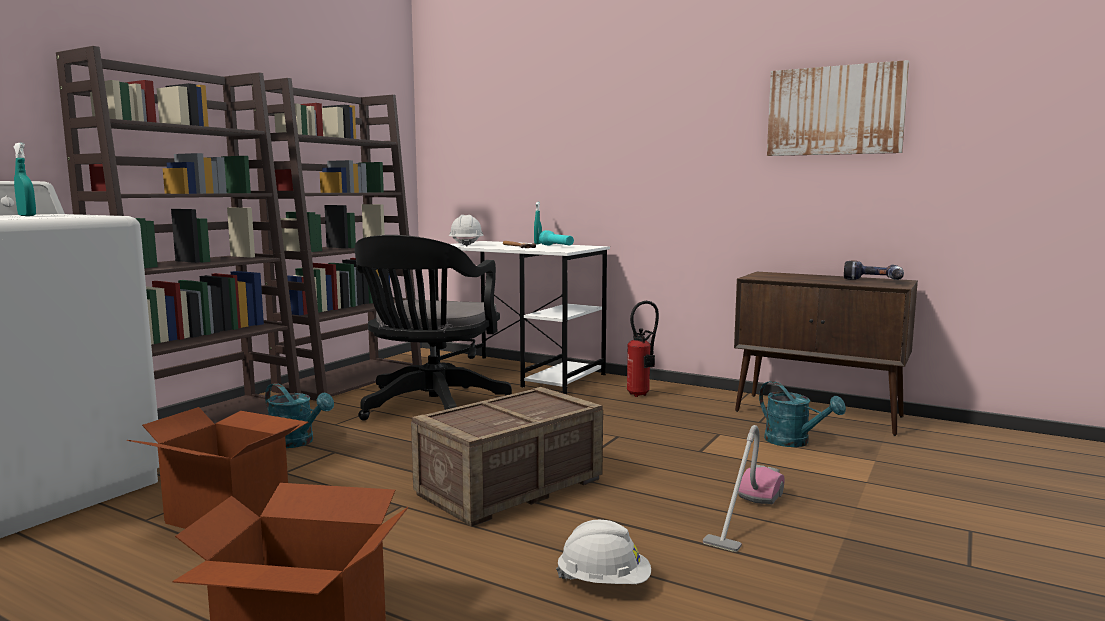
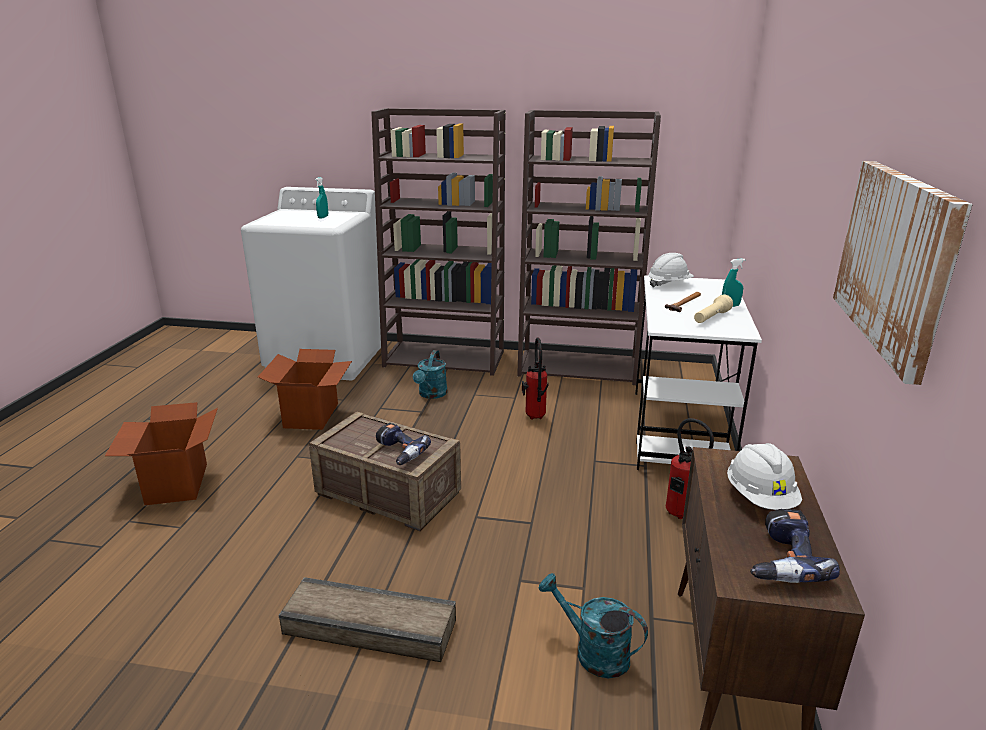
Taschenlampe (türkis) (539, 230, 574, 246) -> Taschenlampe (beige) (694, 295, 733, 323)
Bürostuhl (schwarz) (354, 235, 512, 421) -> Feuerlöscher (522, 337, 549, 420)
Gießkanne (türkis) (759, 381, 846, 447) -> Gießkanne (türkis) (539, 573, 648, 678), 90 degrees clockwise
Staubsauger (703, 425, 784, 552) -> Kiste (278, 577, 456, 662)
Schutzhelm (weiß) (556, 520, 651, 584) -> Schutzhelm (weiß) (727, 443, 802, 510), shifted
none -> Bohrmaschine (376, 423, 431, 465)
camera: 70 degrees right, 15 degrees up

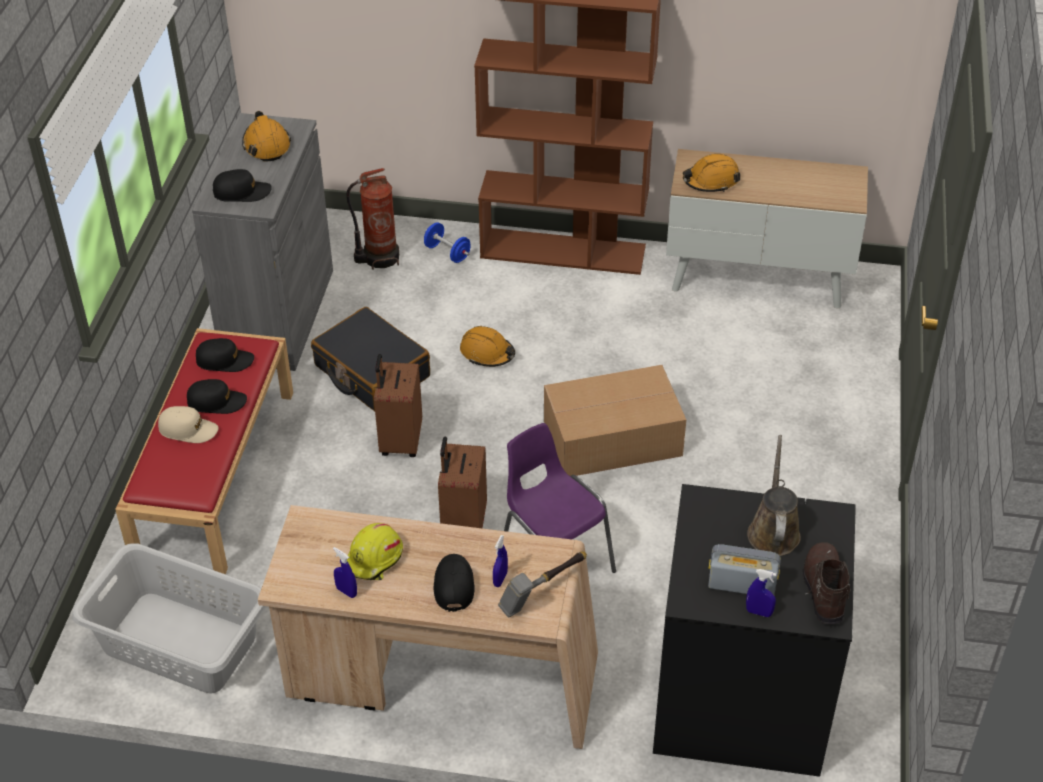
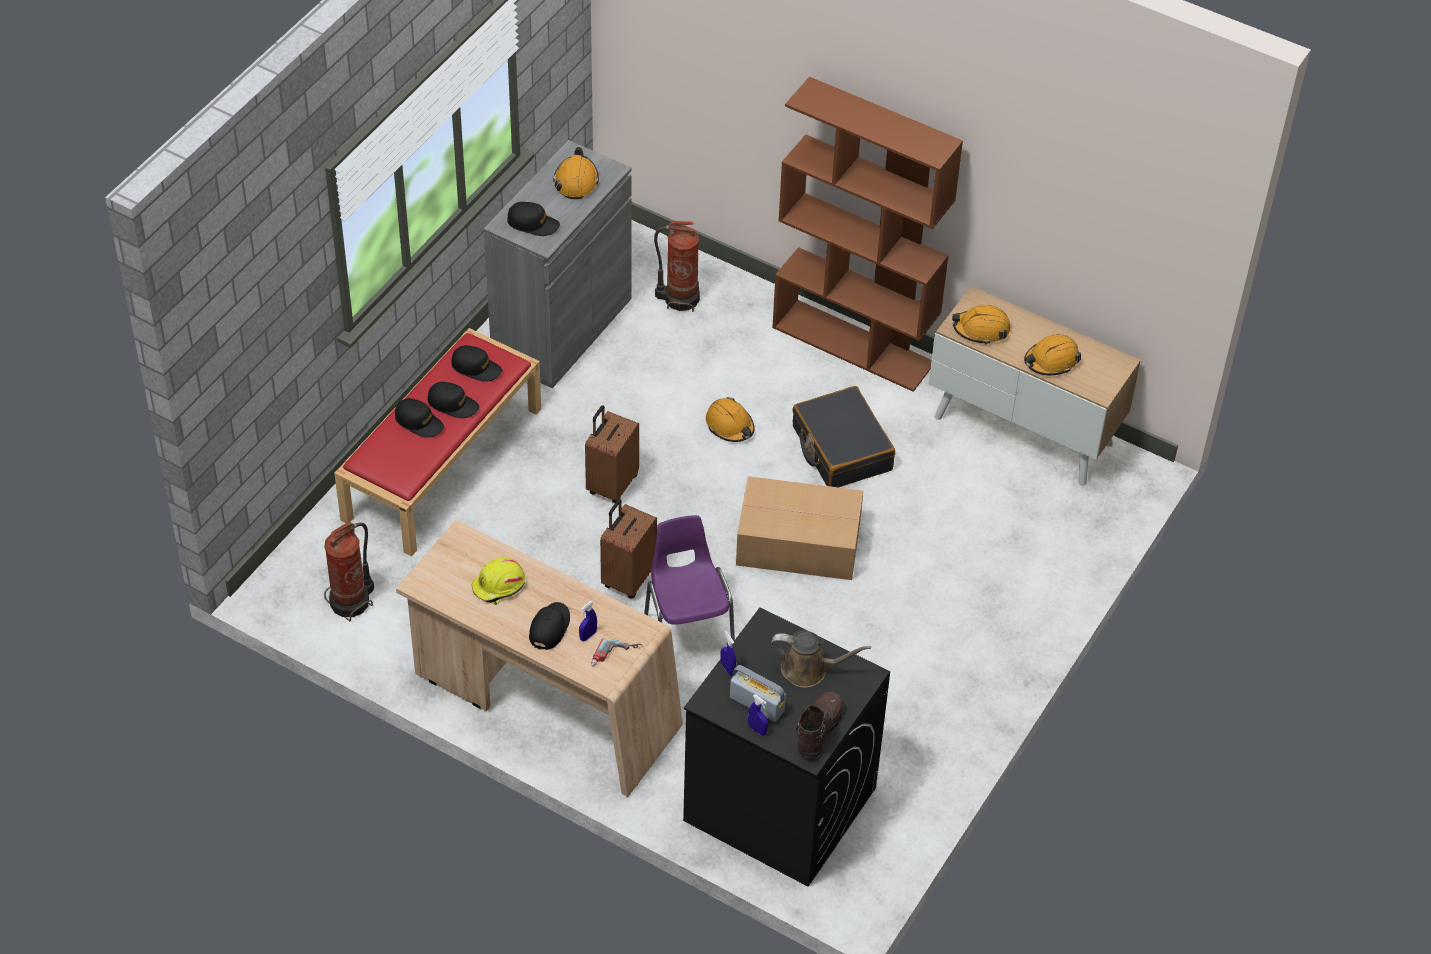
Hantel (blau) (424, 222, 470, 263) -> none
Koffer (schwarz) (311, 307, 430, 411) -> Koffer (schwarz) (792, 386, 895, 487), shifted
Kappe (beige) (158, 406, 219, 443) -> Kappe (schwarz) (395, 398, 444, 438)
Gießkanne (braun) (747, 435, 801, 556) -> Gießkanne (braun) (771, 631, 871, 688), 75 degrees clockwise
Wäschekorb (grau) (72, 544, 267, 694) -> Feuerlöscher (324, 522, 374, 621)
Sprühflasche (blau) (333, 547, 357, 598) -> Sprühflasche (blau) (720, 630, 736, 676), shifted
Hammer (498, 551, 587, 618) -> Bohrmaschine (591, 638, 642, 666)
none -> Schutzhelm (orange) (1024, 334, 1081, 376)
camera: 20 degrees right, 5 degrees up

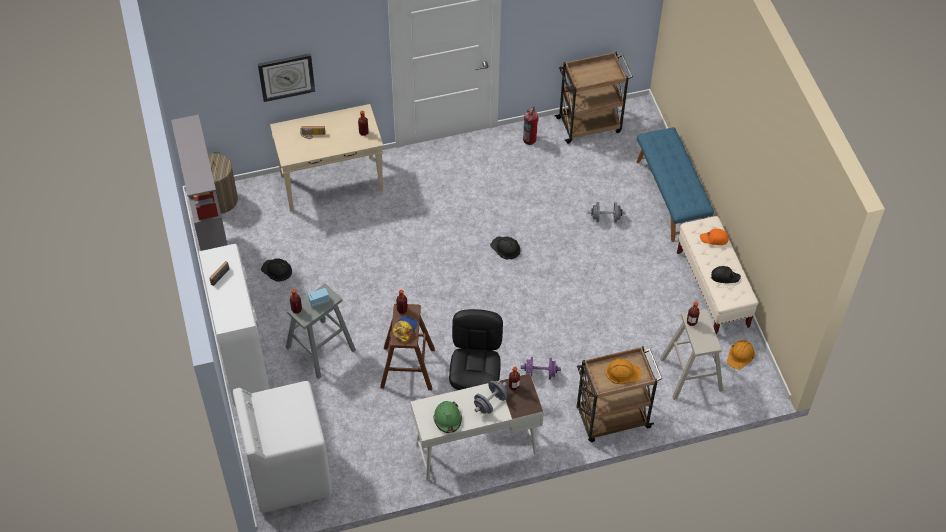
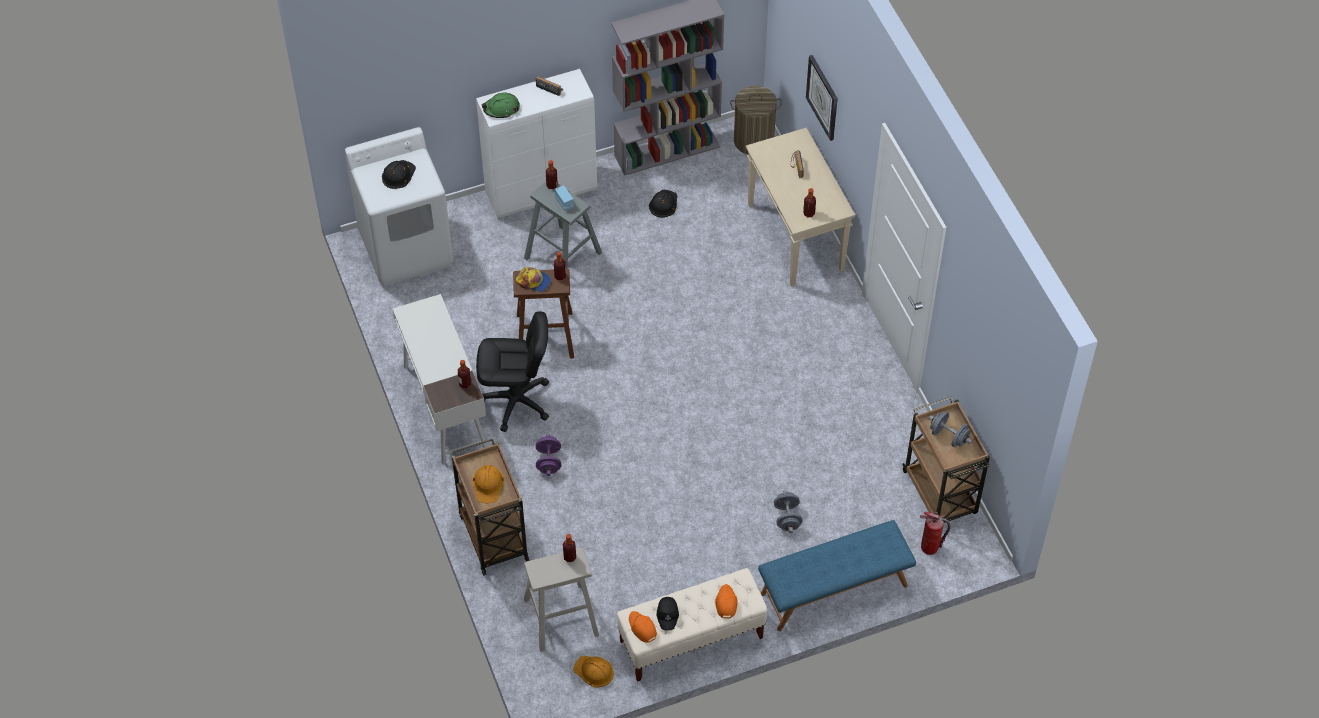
Feuerlöscher (523, 106, 539, 145) -> Feuerlöscher (920, 512, 951, 555), shifted
Schutzhelm (schwarz) (490, 237, 520, 259) -> Schutzhelm (schwarz) (382, 160, 416, 189), shifted
Hantel (grau) (474, 381, 507, 414) -> Hantel (grau) (929, 411, 972, 448), shifted
Schutzhelm (grün) (433, 401, 462, 433) -> Schutzhelm (grün) (481, 92, 520, 118), shifted
none -> Kappe (orange) (629, 611, 657, 643)
camera: 85 degrees right, 0 degrees up

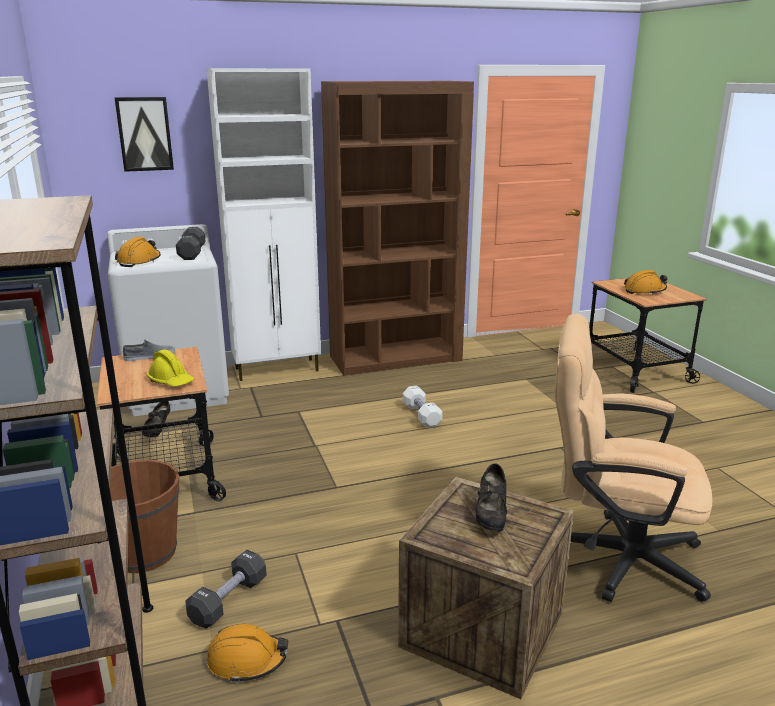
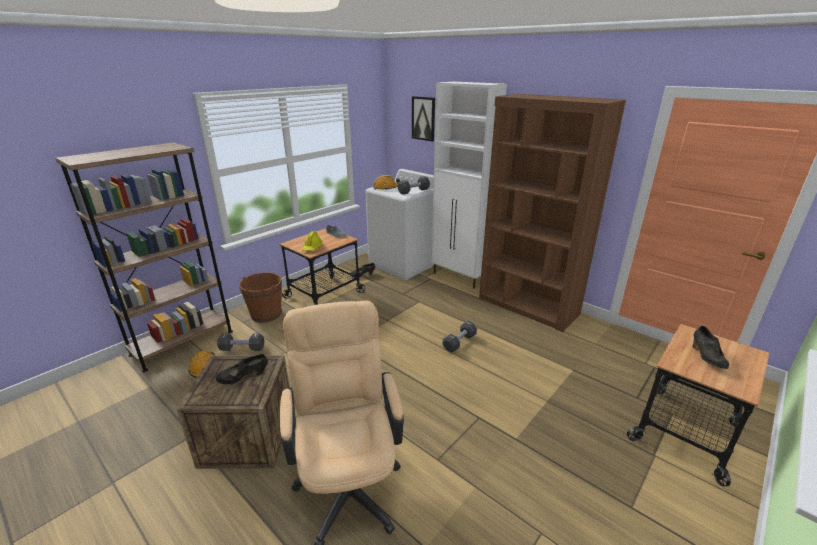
Schutzhelm (orange) (624, 270, 668, 295) -> Schuh (schwarz) (692, 326, 729, 369)
Hantel (weiß) (403, 385, 443, 428) -> Hantel (schwarz) (443, 321, 477, 353)
camera: 60 degrees right, 5 degrees up

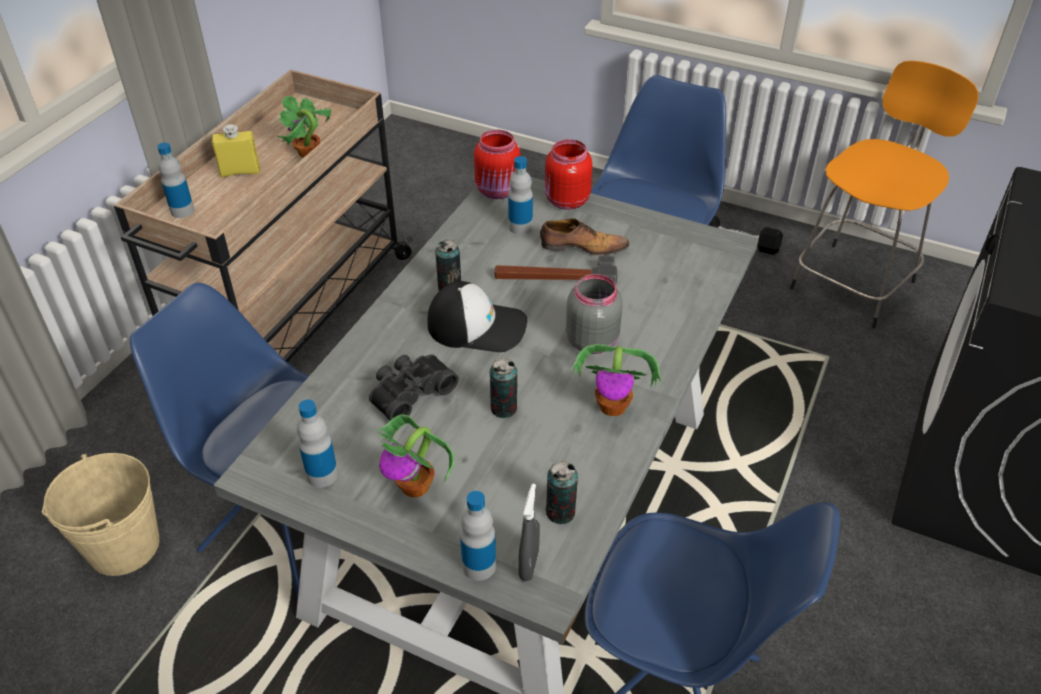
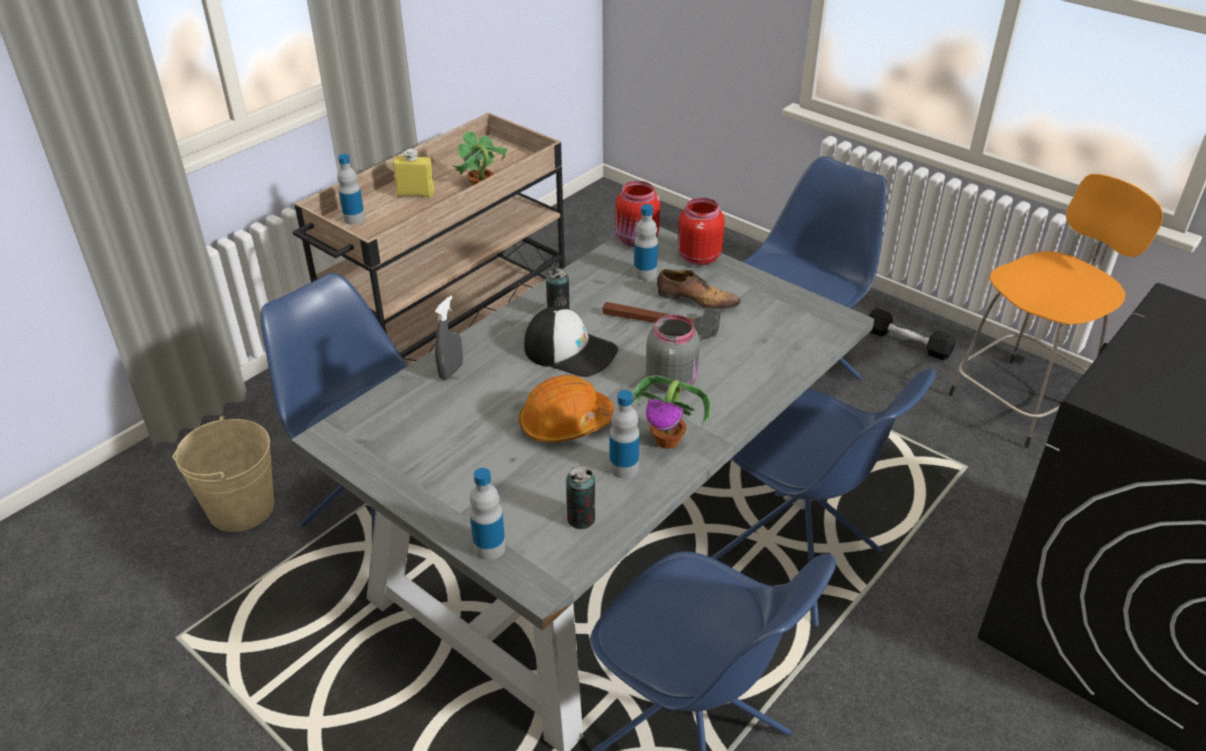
Fernglas (schwarz) (369, 354, 459, 421) -> none
Dose (489, 358, 517, 418) -> Schutzhelm (orange) (519, 375, 615, 443)
Flasche (297, 400, 338, 488) -> Flasche (610, 390, 640, 478), shifted
Topfpflanze (375, 414, 454, 497) -> none
Sprühflasche (grau) (518, 484, 540, 581) -> Sprühflasche (grau) (435, 295, 463, 380), shifted
none -> Stuhl (blau) (711, 368, 935, 627)
camera: 15 degrees right, 5 degrees down

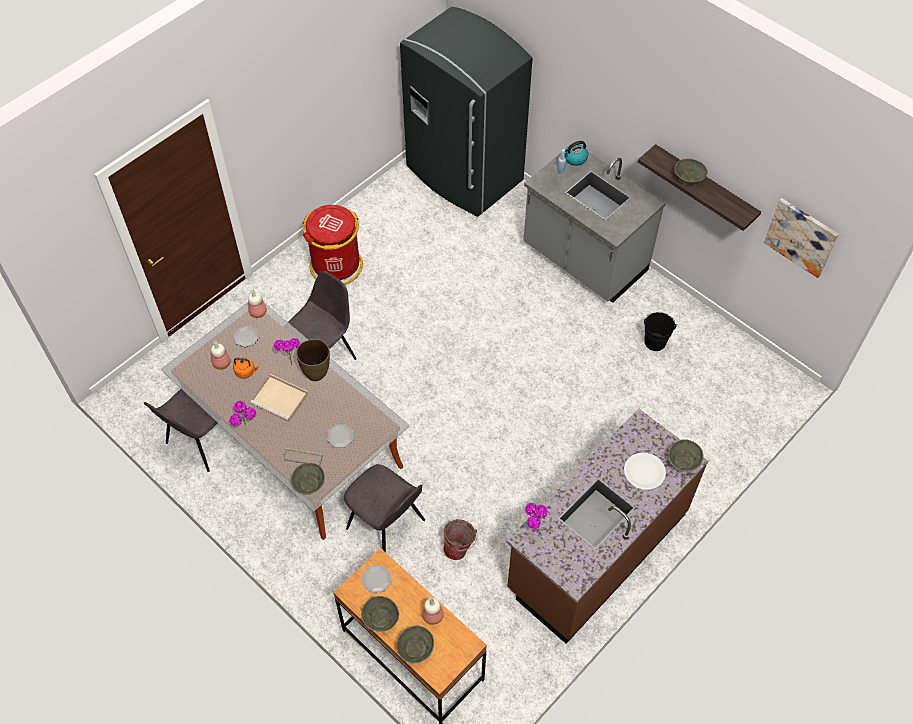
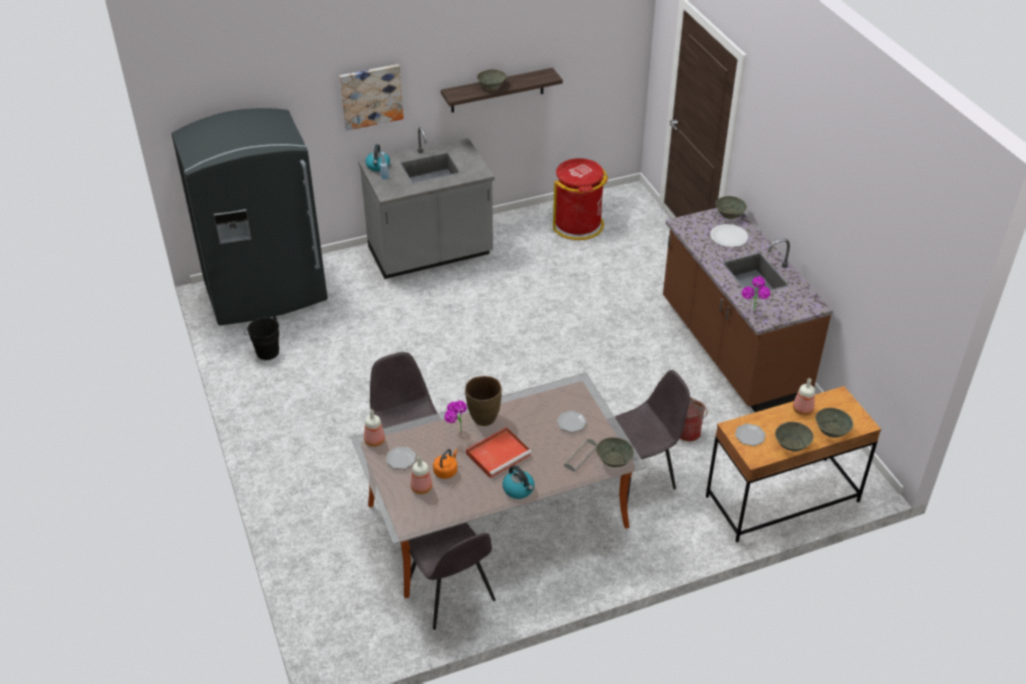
Bild (764, 198, 839, 278) -> Bild (339, 64, 404, 131), shifted
Mülleimer (rot) (303, 205, 363, 285) -> Mülleimer (rot) (553, 158, 608, 240), shifted
Eimer (schwarz) (644, 312, 677, 351) -> Eimer (schwarz) (244, 316, 279, 360), shifted
Tablett (beige) (250, 374, 308, 422) -> Tablett (rot) (466, 427, 532, 478)
Topfpflanze (230, 401, 256, 426) -> Wasserkessel (503, 465, 534, 499)
camera: 65 degrees left, 15 degrees down

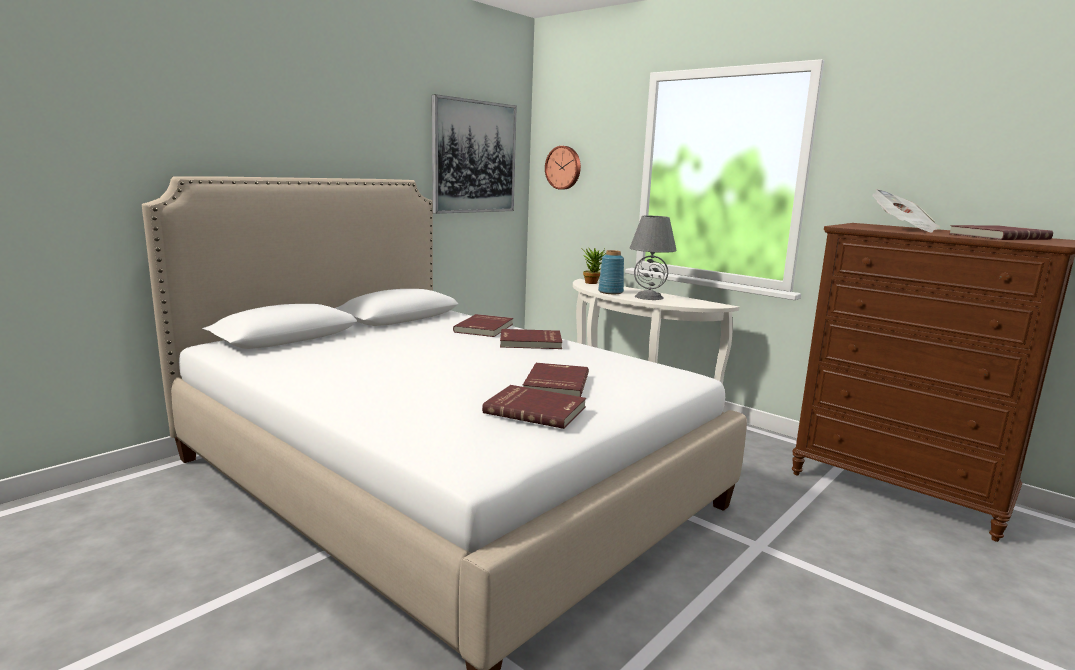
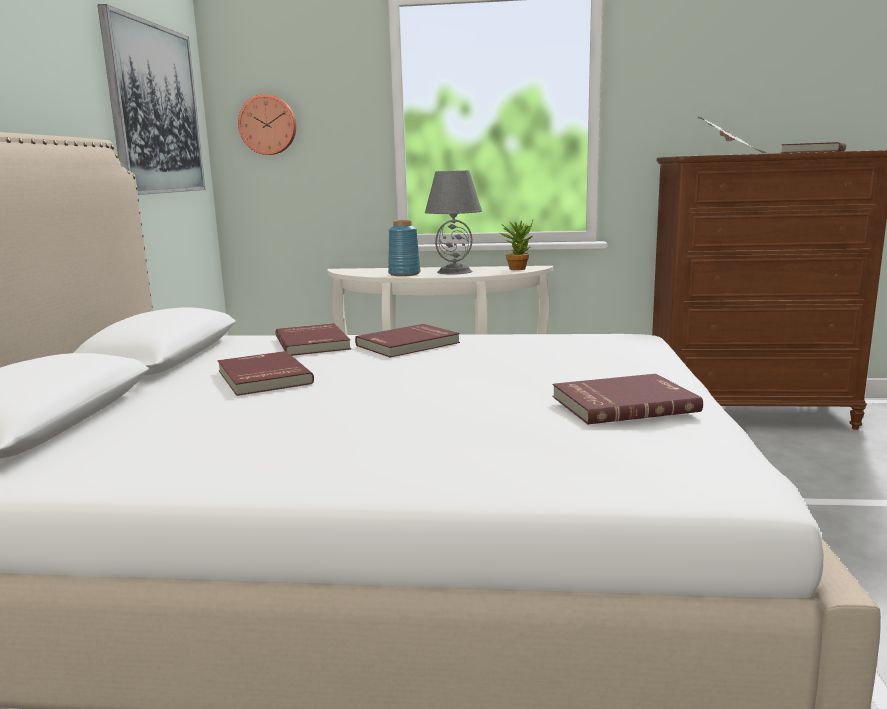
Topfpflanze (581, 248, 606, 284) -> Topfpflanze (500, 220, 533, 270), shifted
Buch (rot) (523, 363, 589, 397) -> Buch (rot) (218, 351, 314, 396), shifted
camera: 35 degrees left, 0 degrees up

